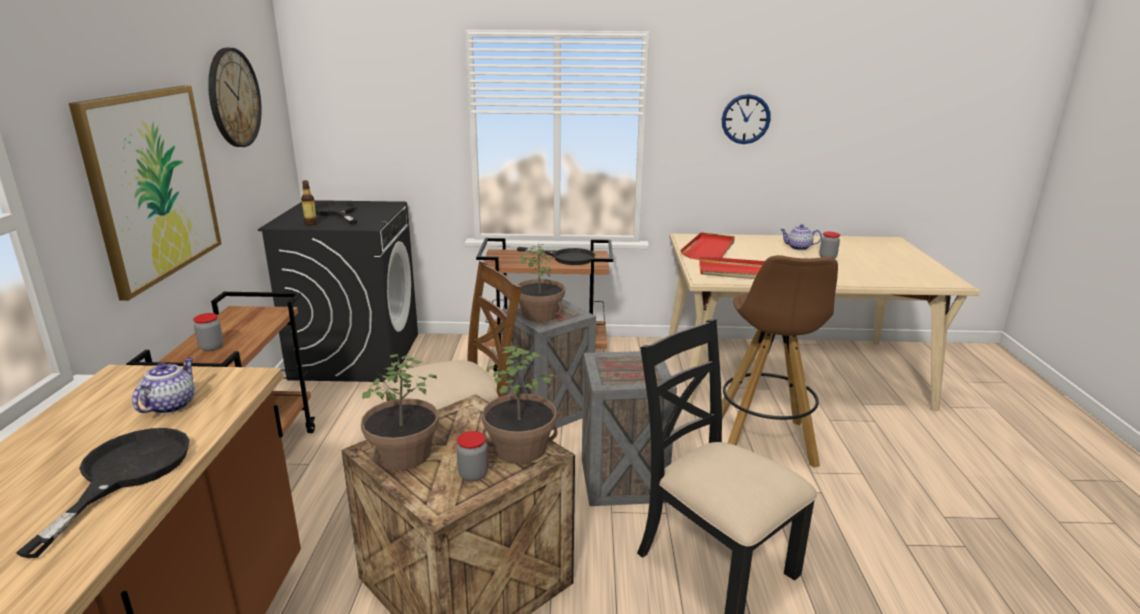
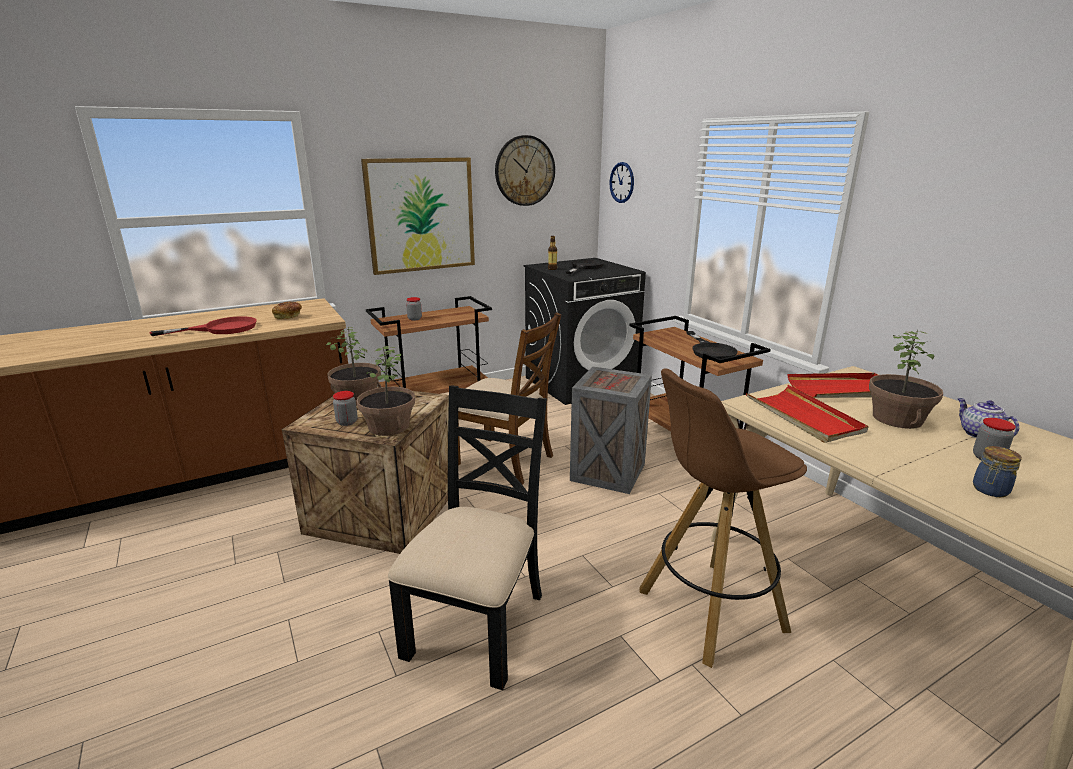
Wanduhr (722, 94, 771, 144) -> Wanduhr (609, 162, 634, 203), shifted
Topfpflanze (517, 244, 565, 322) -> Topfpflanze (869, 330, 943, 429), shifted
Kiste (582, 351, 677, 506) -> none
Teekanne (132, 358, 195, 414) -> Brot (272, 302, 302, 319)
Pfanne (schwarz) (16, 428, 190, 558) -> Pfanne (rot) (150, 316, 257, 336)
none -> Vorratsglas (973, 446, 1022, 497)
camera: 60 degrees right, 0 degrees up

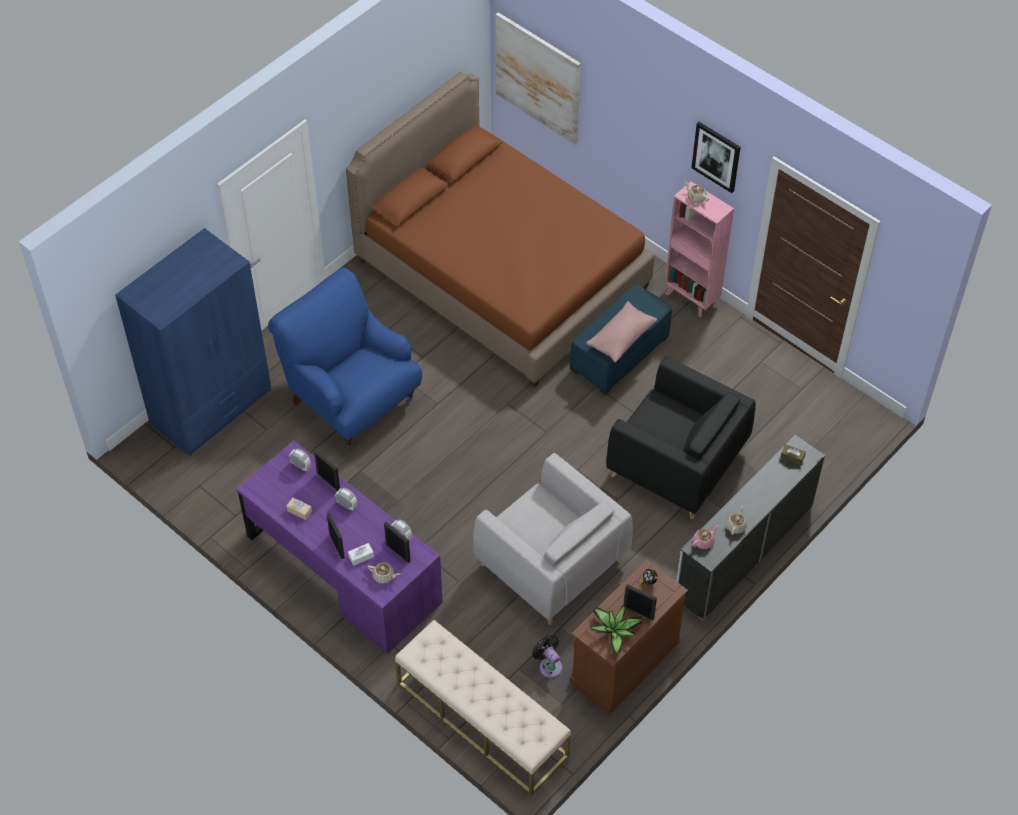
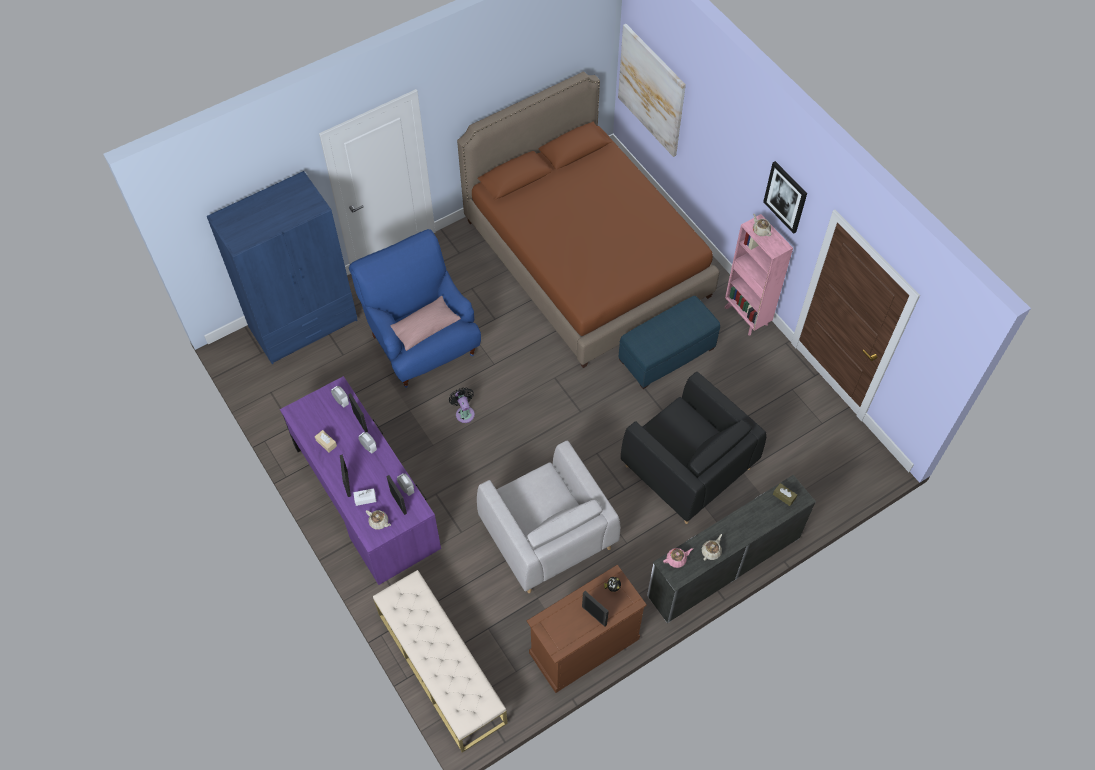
Kissen (rosa) (586, 301, 657, 363) -> Kissen (rosa) (390, 296, 461, 351), shifted
Topfpflanze (590, 605, 642, 653) -> none
Ventilator (schwarz) (532, 635, 562, 678) -> Ventilator (schwarz) (449, 387, 475, 423), shifted
camera: 15 degrees right, 5 degrees up

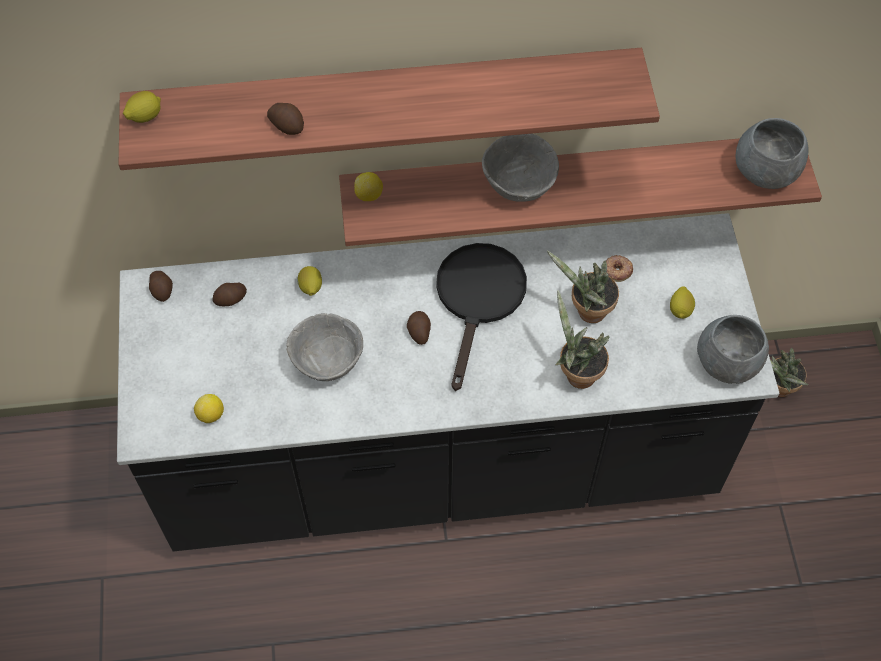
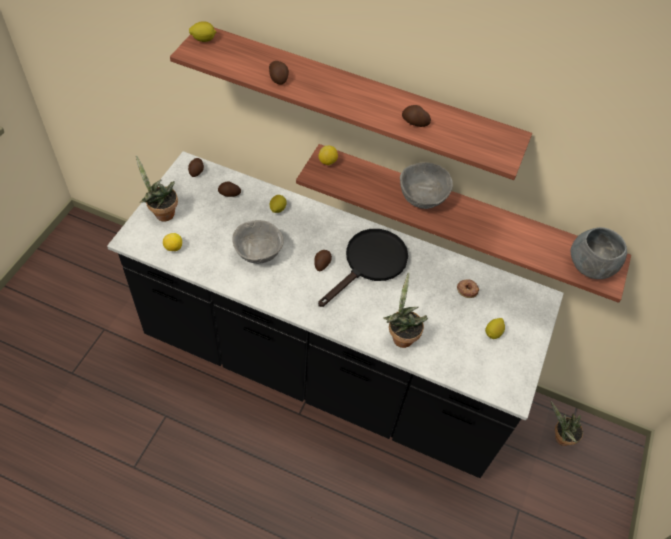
Topfpflanze (547, 251, 619, 323) -> Topfpflanze (136, 155, 178, 222), shifted
Schüssel (grau) (697, 315, 769, 384) -> none
none -> Kartoffel (402, 105, 431, 127)
camera: 25 degrees right, 5 degrees down

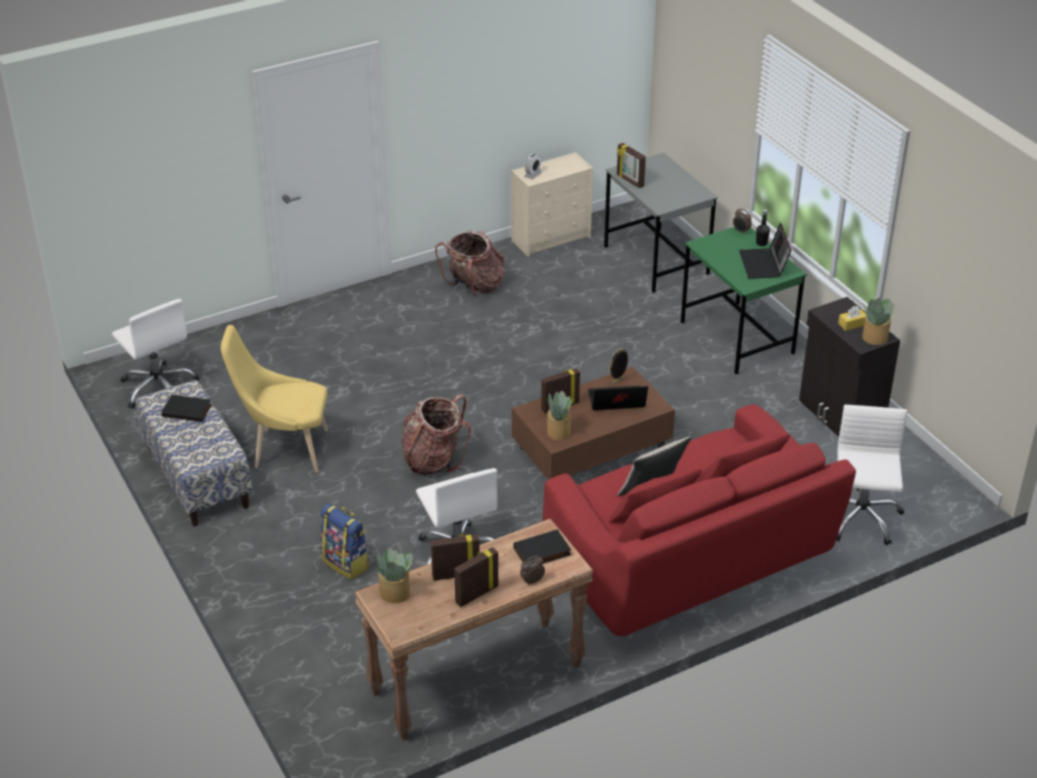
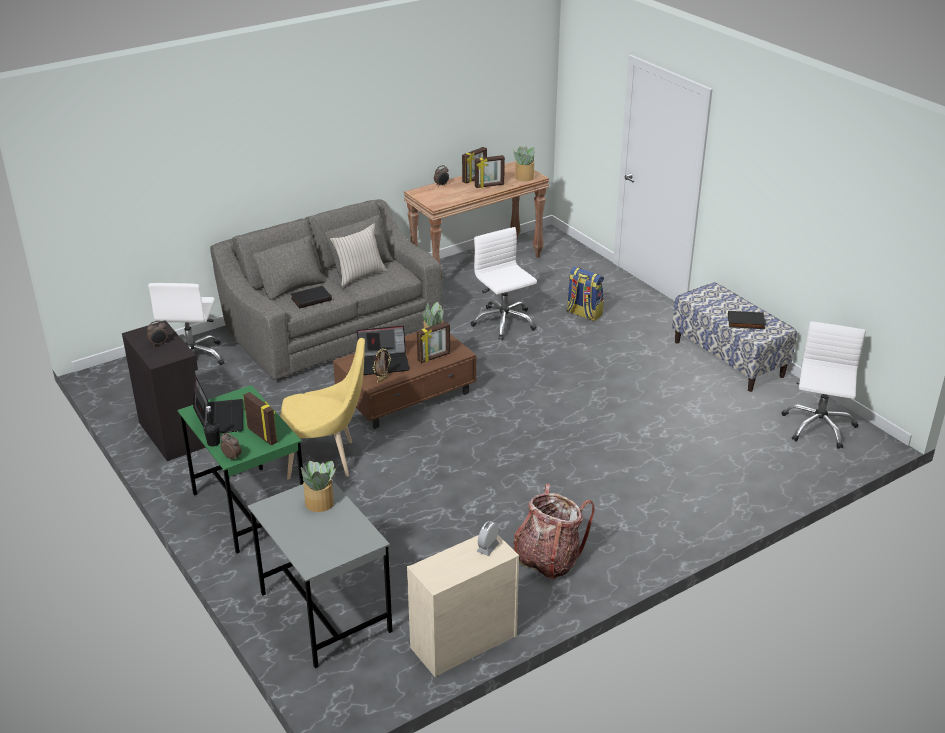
Bilderrahmen (617, 143, 646, 188) -> Bilderrahmen (243, 392, 277, 446), shifted
Topfpflanze (862, 298, 895, 345) -> Topfpflanze (301, 461, 336, 512), shifted
Bürostuhl (weiß) (112, 299, 199, 409) -> Bürostuhl (weiß) (782, 321, 866, 449), 60 degrees clockwise
Taschentuchbox (gelb) (838, 306, 866, 331) -> Wecker (147, 321, 168, 345)
Stuhl (gelb) (221, 325, 328, 473) -> Stuhl (gelb) (280, 338, 365, 480), shifted
Rucksack (402, 394, 470, 476) -> none
Sofa (rot) (543, 404, 856, 636) -> Sofa (grau) (210, 199, 443, 380)
Buch (schwarz) (513, 529, 571, 564) -> Buch (schwarz) (291, 286, 332, 309), shifted
camera: 175 degrees right, 5 degrees down

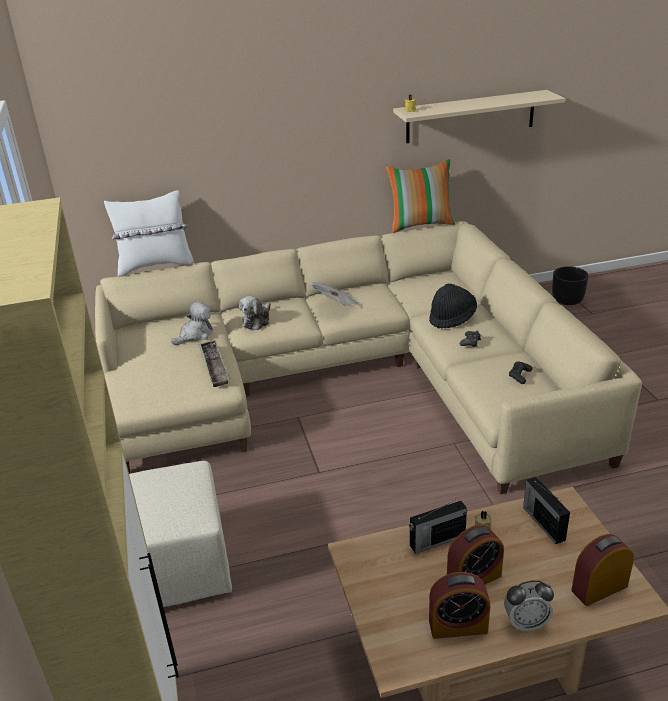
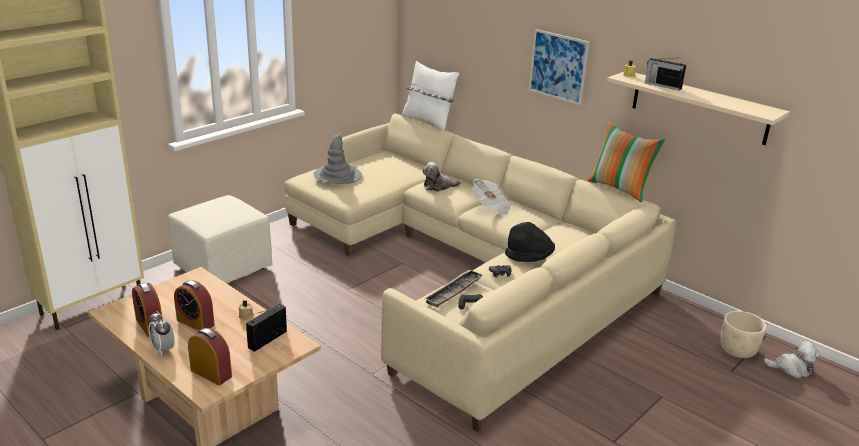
Pflanzkübel (schwarz) (552, 266, 589, 305) -> Pflanzkübel (beige) (720, 311, 766, 358)
Plüschtier (171, 302, 213, 345) -> Plüschtier (763, 340, 820, 378), shifted
Tablett (198, 340, 231, 387) -> Tablett (424, 269, 483, 307), shifted
Radio (409, 498, 467, 554) -> Radio (645, 58, 686, 90), shifted
none -> Bild (529, 29, 589, 105)
none -> Hut (grau) (314, 133, 362, 184)
camera: 55 degrees right, 5 degrees down

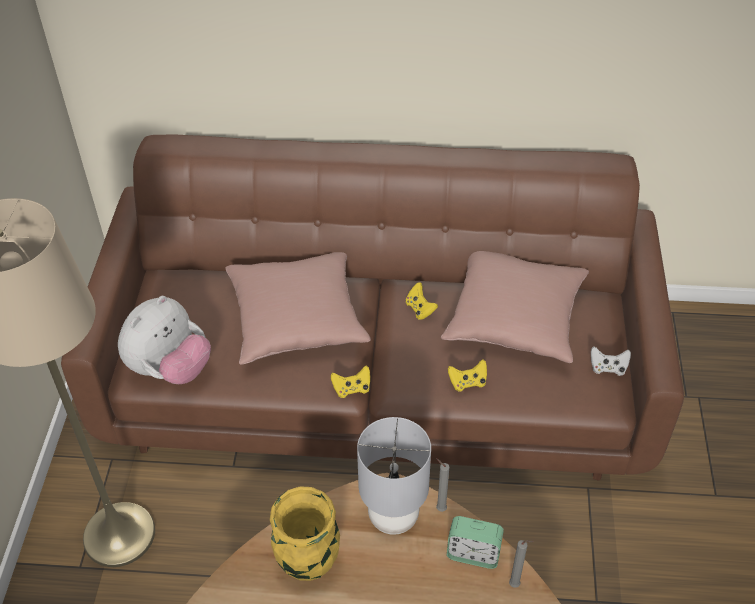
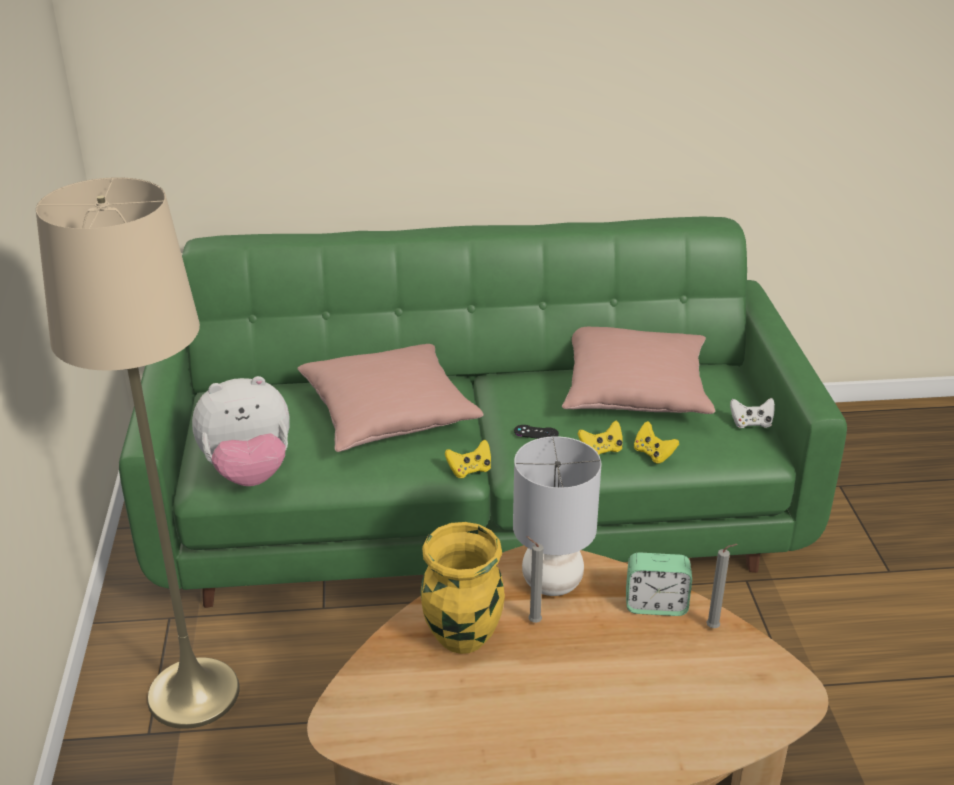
Sofa (braun) (61, 134, 684, 481) -> Sofa (grün) (119, 216, 847, 608)
Gamepad (gelb) (406, 282, 438, 320) -> Gamepad (gelb) (634, 421, 679, 464), shifted
Plüschtier (118, 296, 211, 384) -> Plüschtier (192, 376, 290, 486), 45 degrees clockwise
Kerze (grau) (436, 458, 449, 512) -> Kerze (grau) (526, 536, 543, 623), shifted
none -> Gamepad (schwarz) (514, 425, 559, 439)
camera: 10 degrees left, 15 degrees down

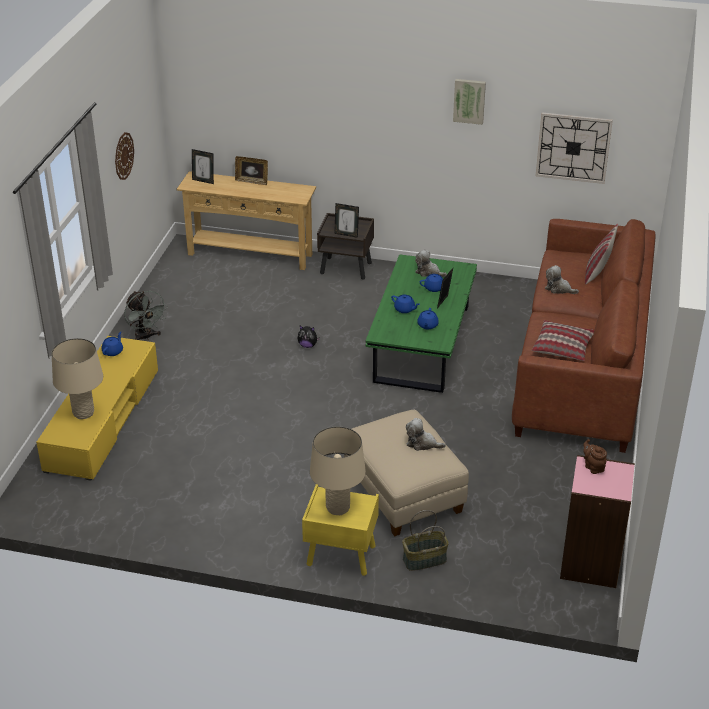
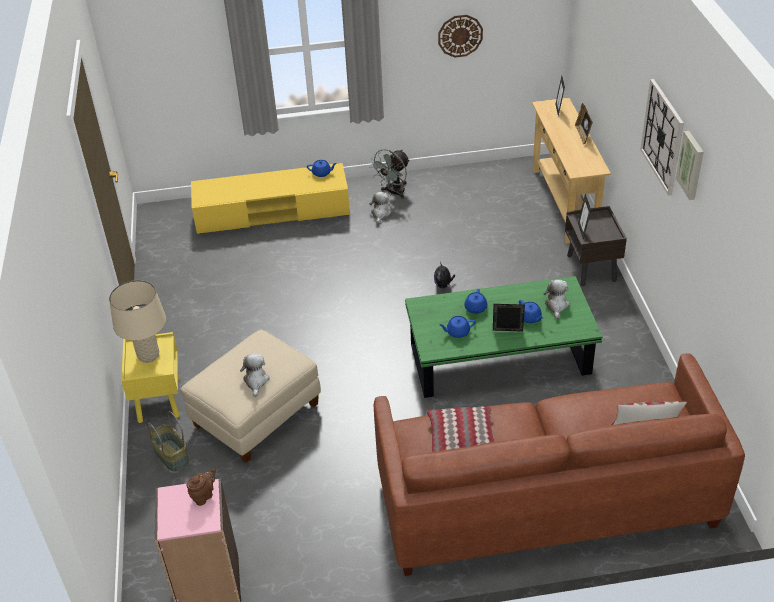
Wanduhr (536, 113, 613, 184) -> Wanduhr (640, 79, 684, 195), shifted
Plüschtier (545, 265, 579, 294) -> Plüschtier (370, 192, 391, 224), shifted
Tischlampe (beige) (51, 338, 103, 419) -> none
camera: 70 degrees right, 5 degrees up

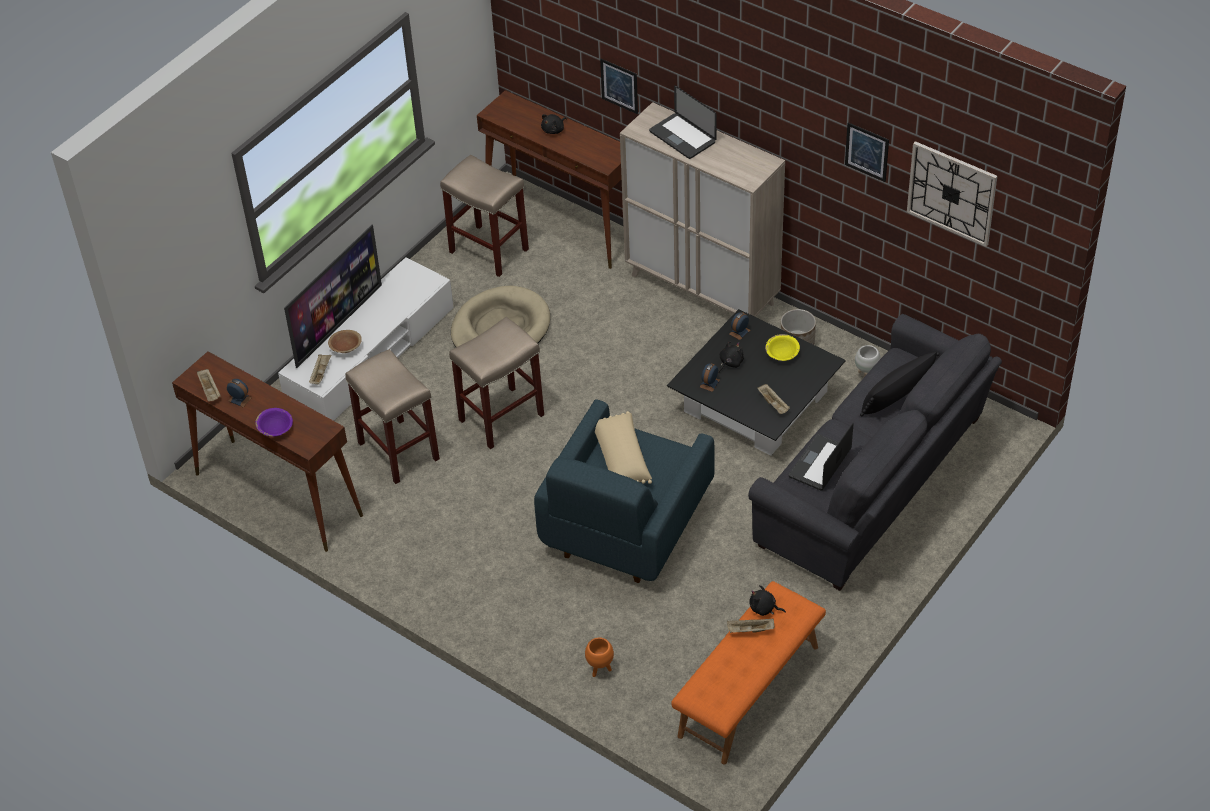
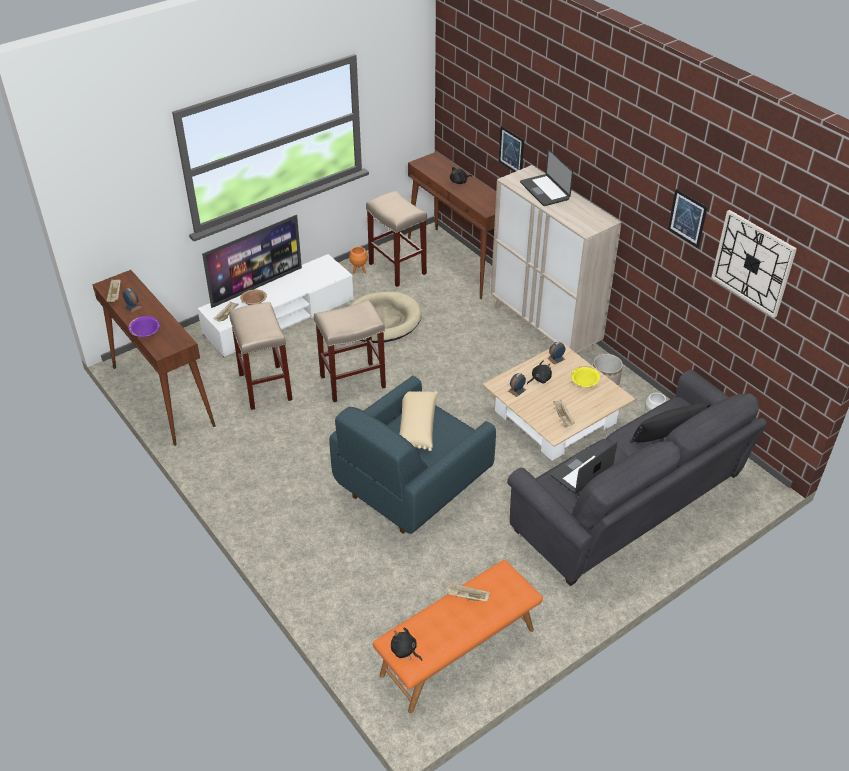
Couchtisch (schwarz) (667, 309, 846, 456) -> Couchtisch (beige) (482, 342, 635, 461)
Plüschtier (schwarz) (749, 585, 786, 616) -> Plüschtier (schwarz) (391, 628, 422, 661), shifted
Pflanzkübel (orange) (585, 637, 614, 677) -> Pflanzkübel (orange) (349, 247, 368, 274), shifted
camera: 15 degrees right, 5 degrees down

